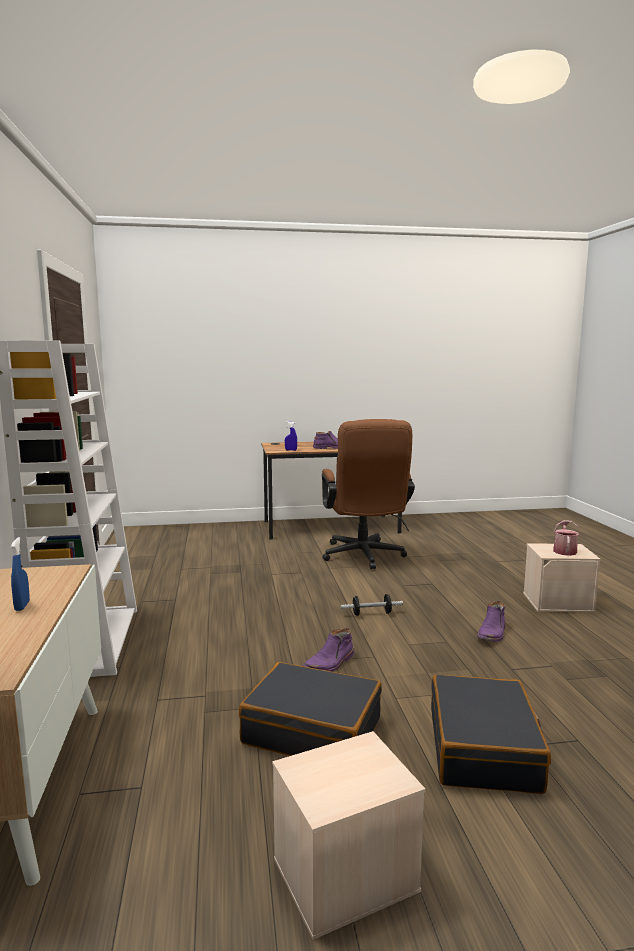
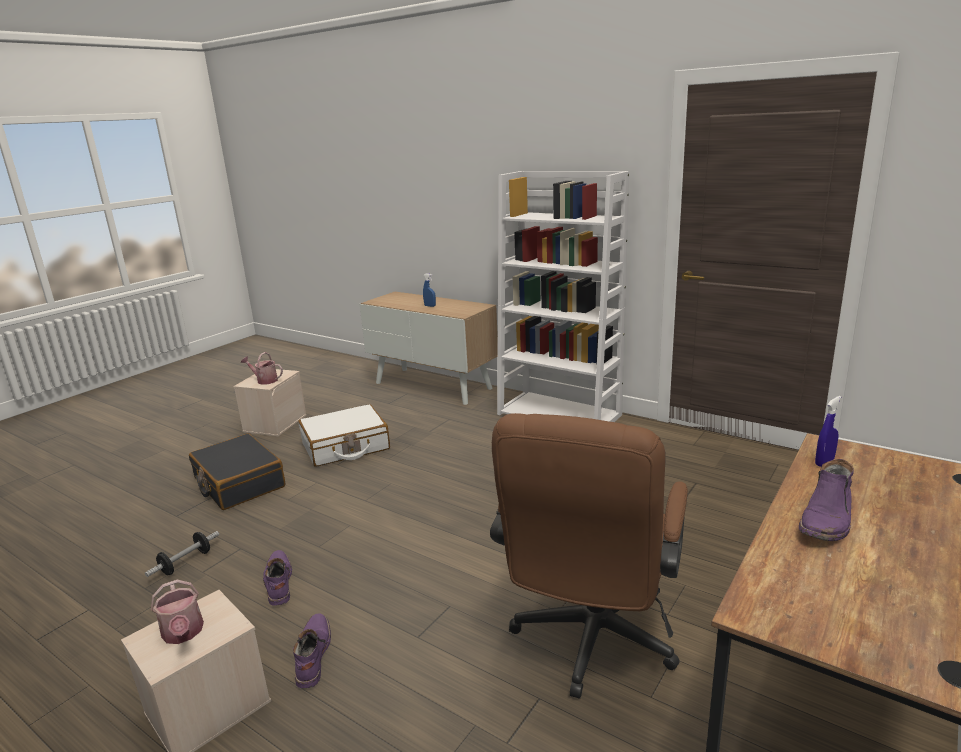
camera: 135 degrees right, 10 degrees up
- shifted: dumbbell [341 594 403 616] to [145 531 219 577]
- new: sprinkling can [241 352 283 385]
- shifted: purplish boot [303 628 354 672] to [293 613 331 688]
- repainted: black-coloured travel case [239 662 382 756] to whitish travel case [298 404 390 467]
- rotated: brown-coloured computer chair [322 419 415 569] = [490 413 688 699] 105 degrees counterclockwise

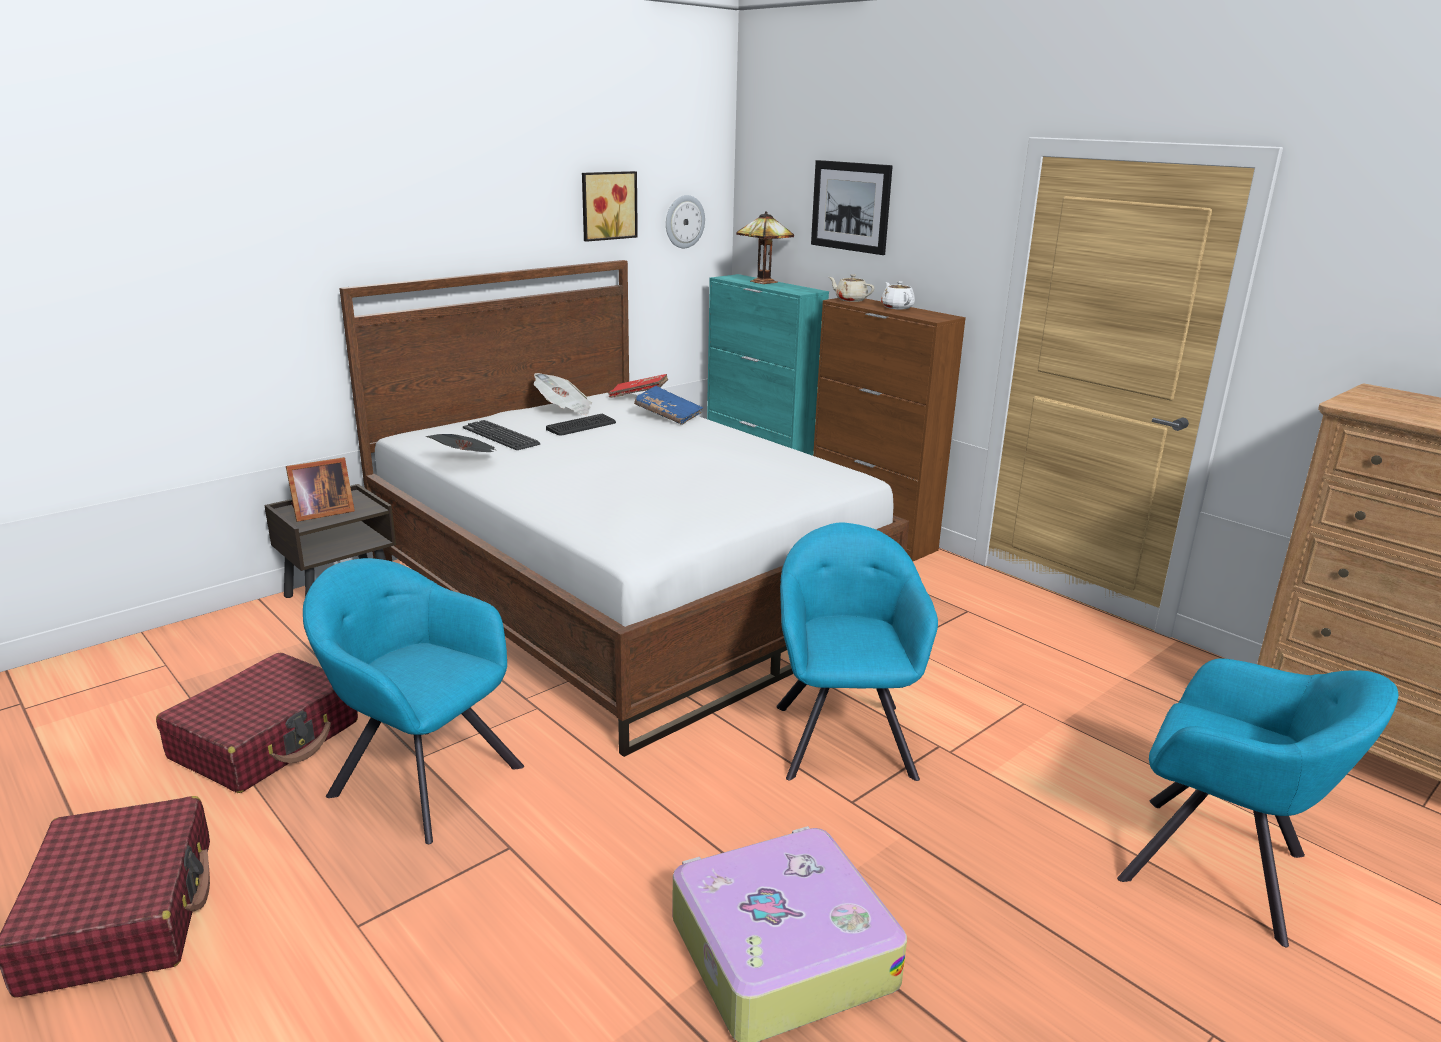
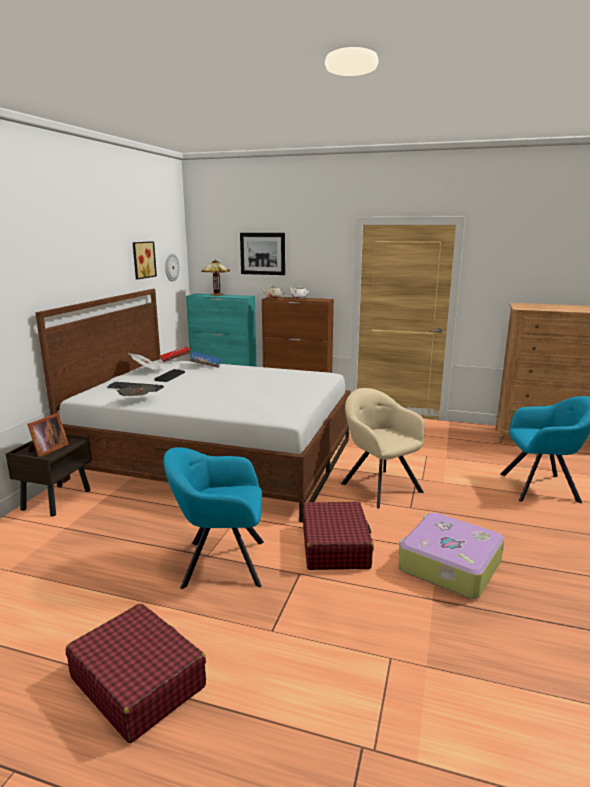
camera: 30 degrees left, 5 degrees down
- shifted: reddish travel case [156 653 358 793] to [303 501 374 570]
- repainted: turquoise lounge chair [776 523 938 781] to beige-coloured lounge chair [341 388 425 509]

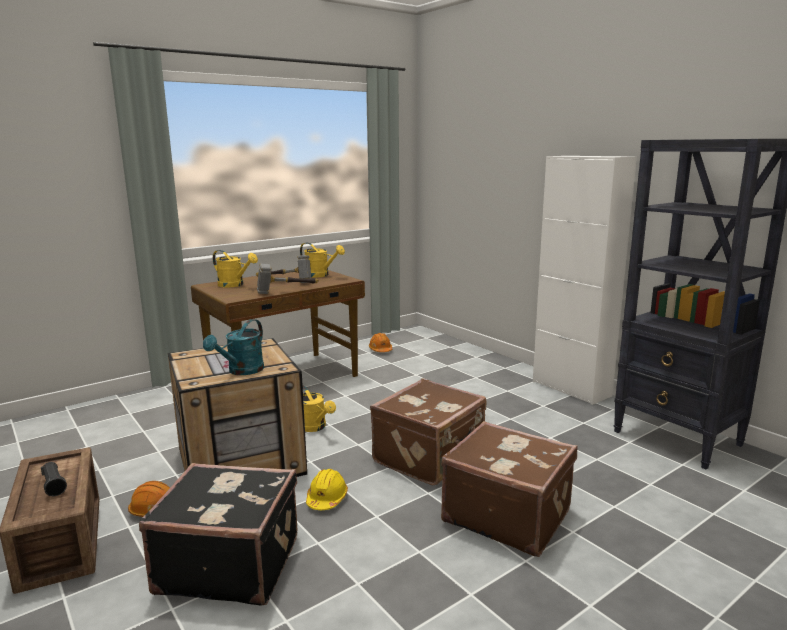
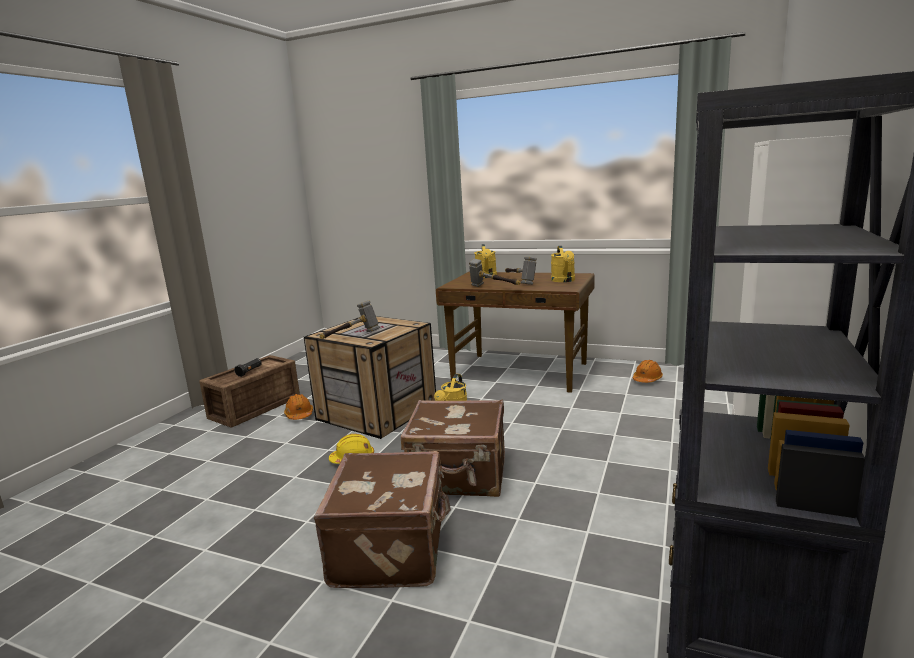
camera: 60 degrees right, 0 degrees up
- swapped: turquoise sprinkling can [203 319 264 375] to tool hammer [319 301 380 339]
- gone: black-coloured travel case [139 463 297 606]

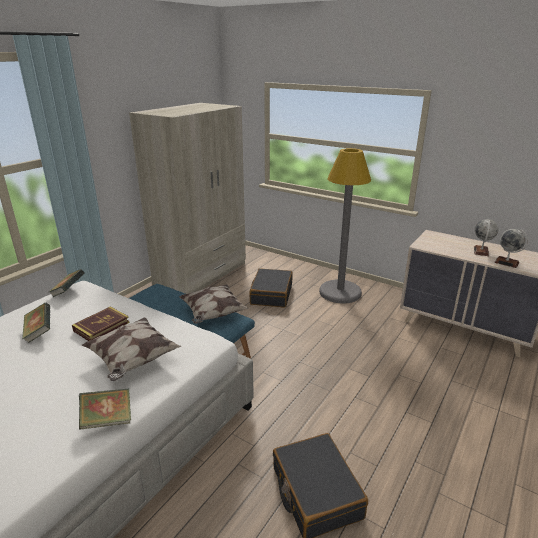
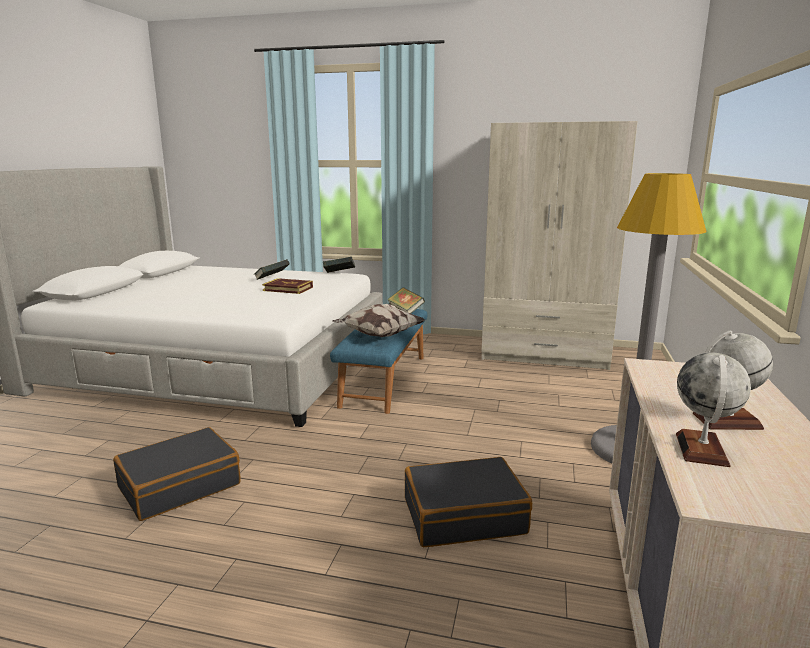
camera: 70 degrees right, 10 degrees down
- shifted: book [79 388 131 430] to [387 287 425 313]
- shifted: black-coloured travel case [249 268 293 308] to [405 457 532 547]
- gone: throw pillow [82 317 182 381]

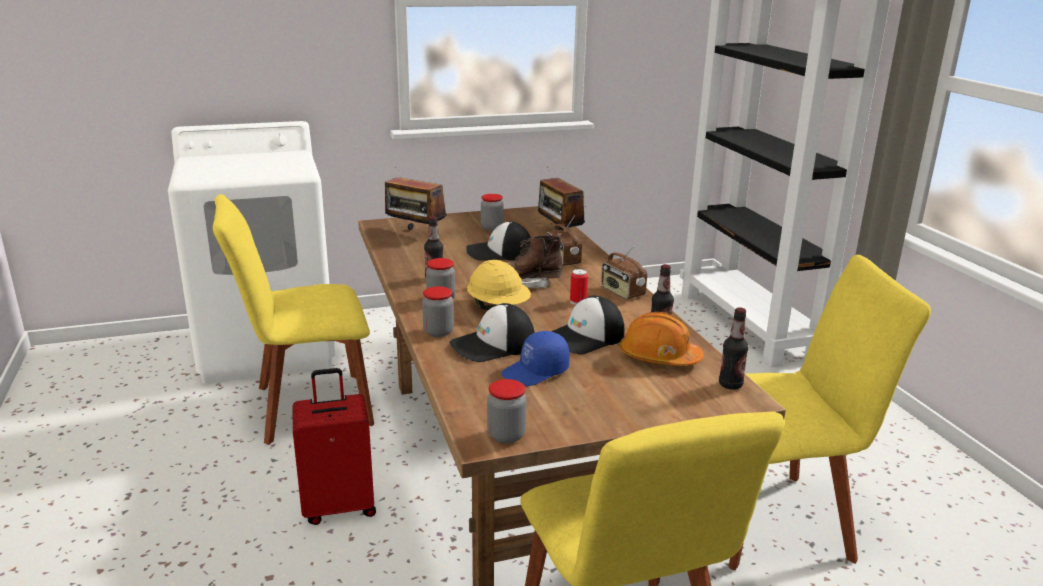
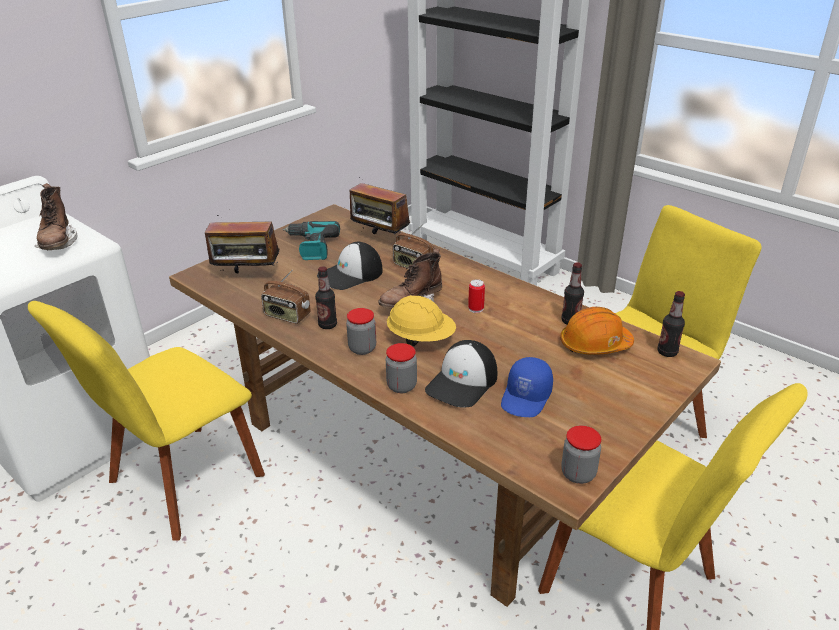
camera: 30 degrees left, 10 degrees up
- new: brown-coloured boot [35 183 78 250]
- shifted: radio set [601 243 647 299] to [261 269 311 324]
- swapped: jar [481 194 504 231] to drill [283 221 340 260]
- gone: reddish travel case [292 368 376 525]
- gone: baseball cap [551 296 624 355]

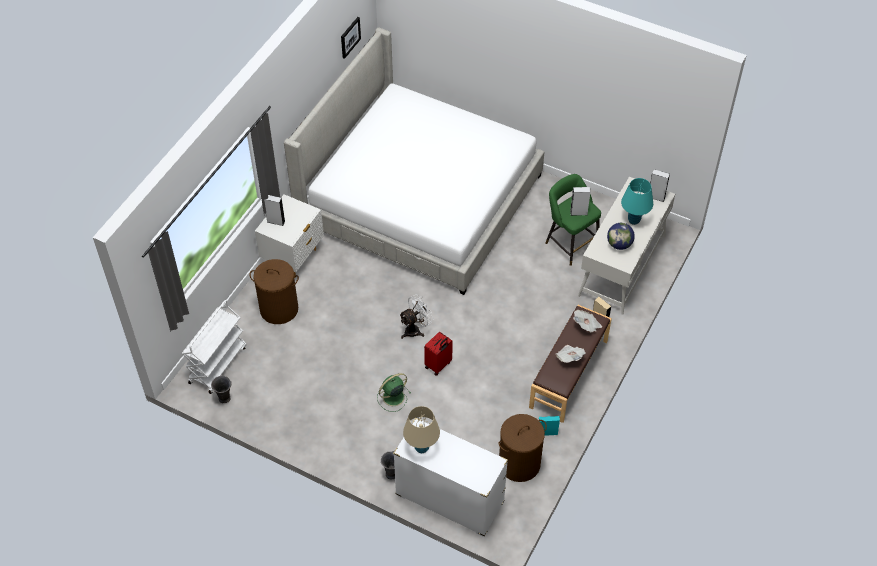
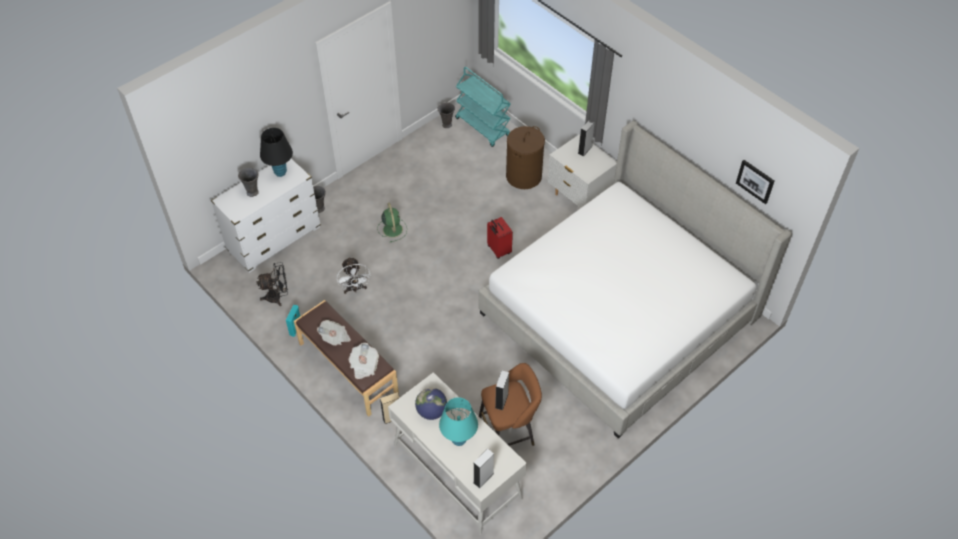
camera: 110 degrees right, 0 degrees up
- new: greyish vase [238 167 259 197]
- swapped: brown-coloured hamper [498 414 547 482] to black-coloured fan [256 262 288 306]
- repainted: beige-coloured tabletop lamp [403 406 440 453] to black-coloured tabletop lamp [260 128 293 177]
- shifted: whitish fan [399 294 434 339] to [337 257 371 294]
- repainted: whitish cart [182 300 246 394] to turquoise cart [455 67 511 147]
- repainted: green stool [545 174 601 266] to brown-coloured stool [479 363 542 446]
- shifted: reddish travel case [424 332 453 376] to [487 217 513 259]

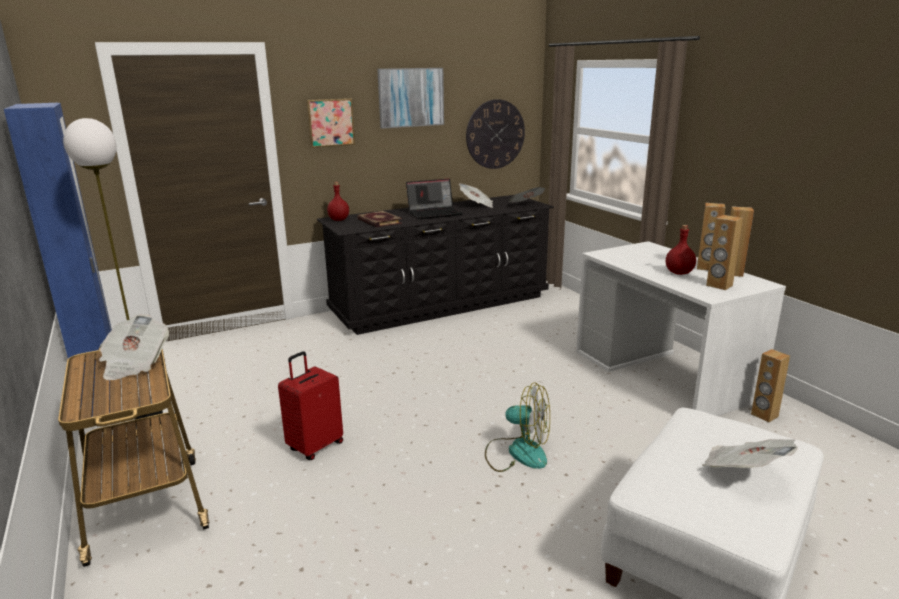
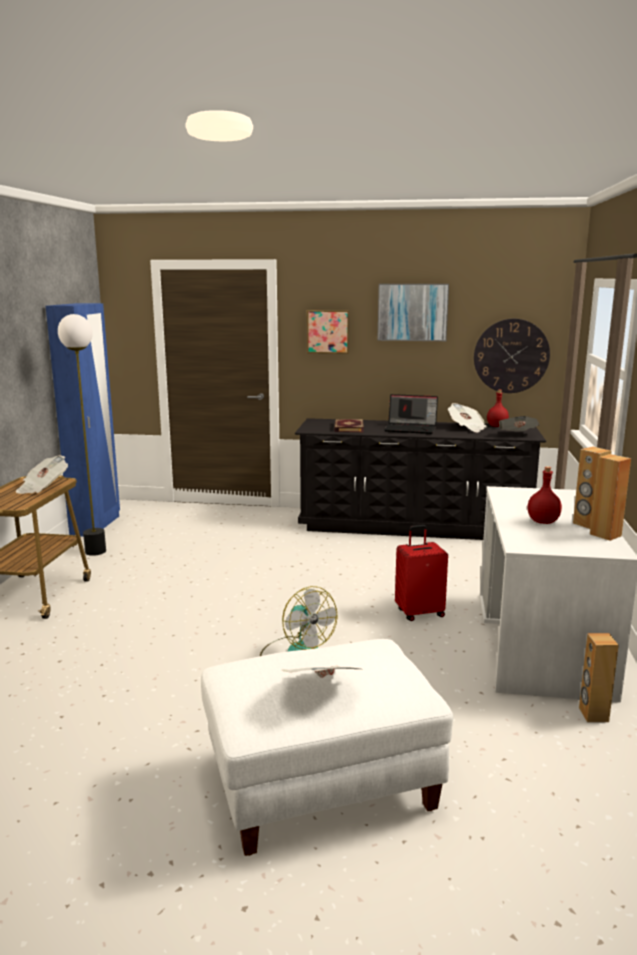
camera: 35 degrees right, 5 degrees down
- shifted: reddish travel case [278 351 343 460] to [395 525 448 621]
- shifted: reddish bottle [327 182 349 221] to [487 390 509 427]
- gone: brown-coloured audio speaker [706 215 743 290]

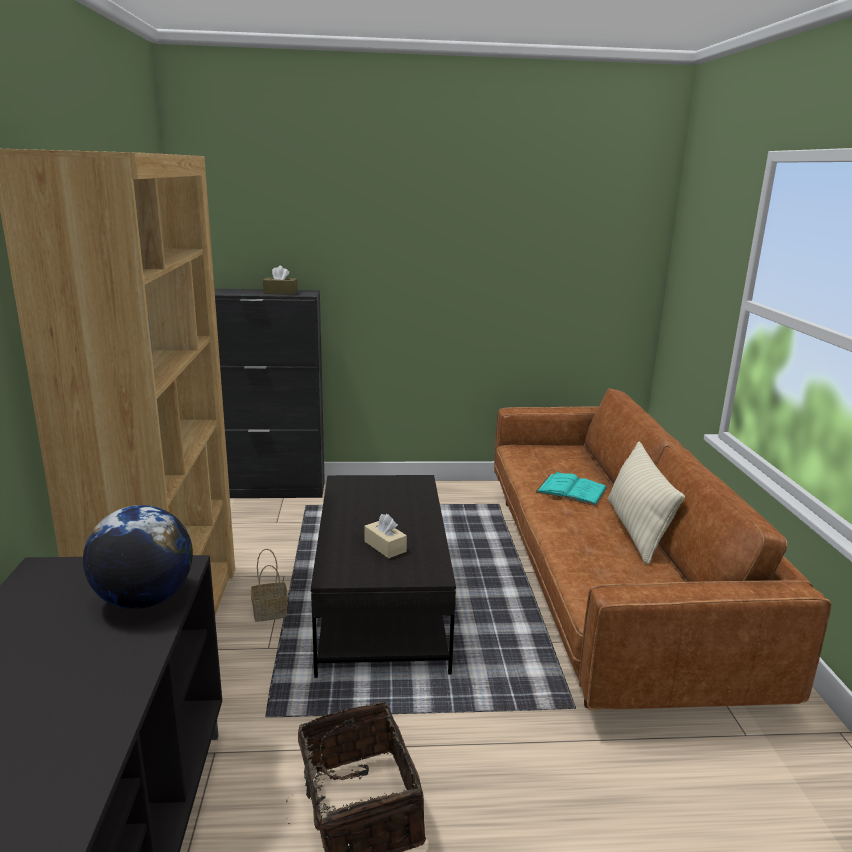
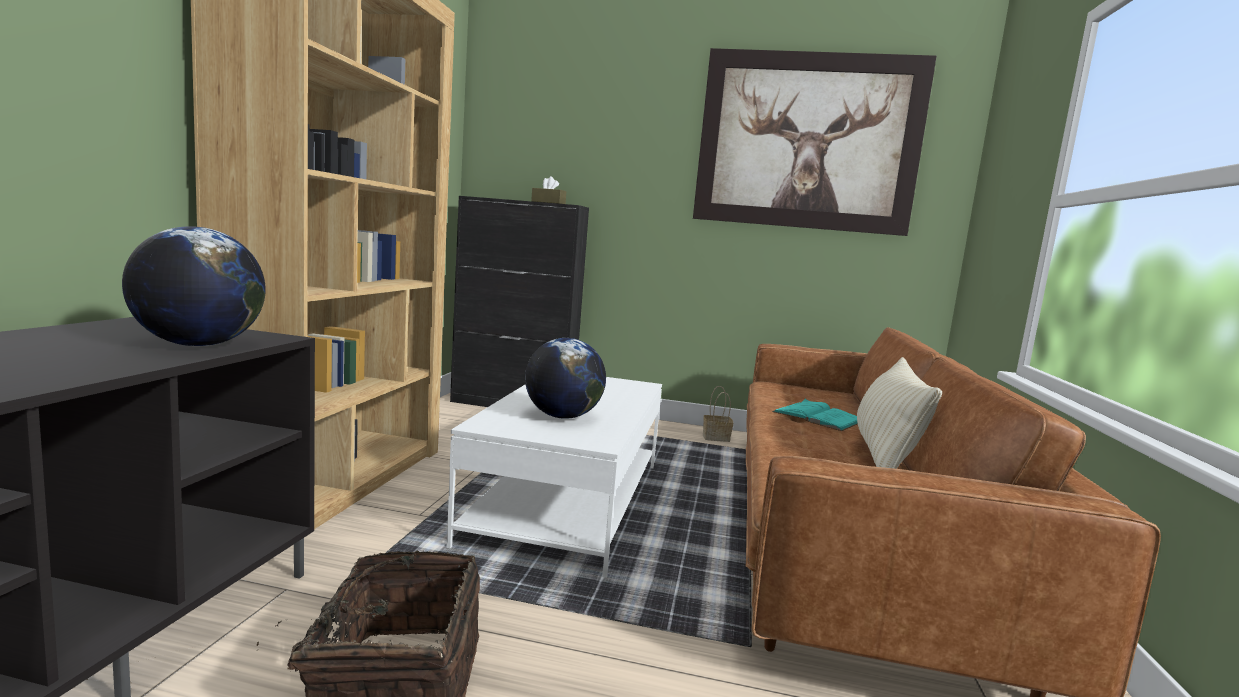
camera: 15 degrees right, 10 degrees down
- repainted: black-coloured coffee table [311 475 456 678] to whitish coffee table [446 377 662 578]
- swapped: beige-coloured tissue holder [364 514 407 558] to world globe [525 338 606 419]
- new: picture [693 48 937 236]
- shifted: storage basket [251 548 288 622] to [703 386 733 442]

